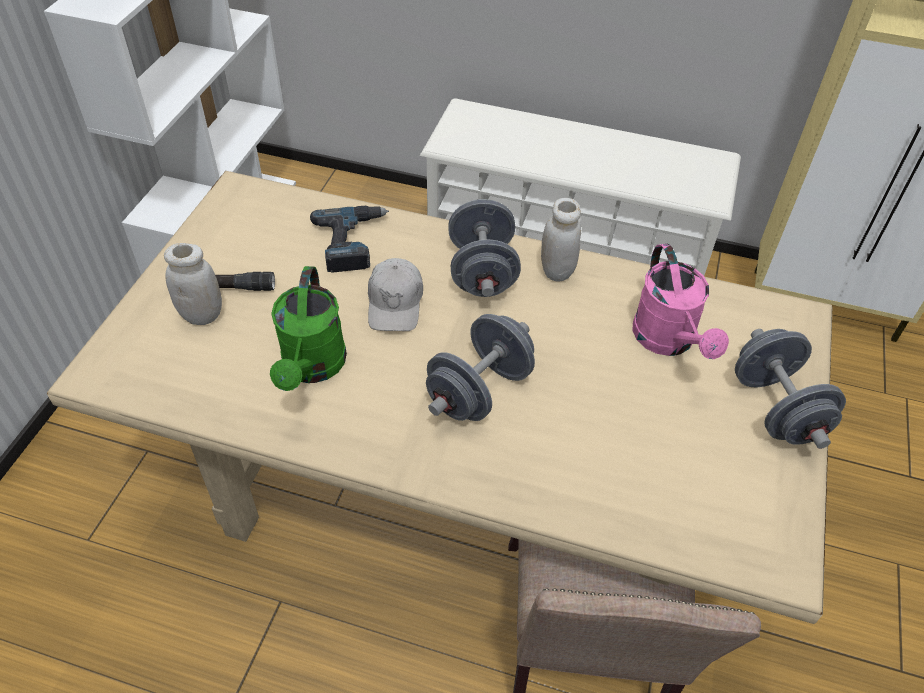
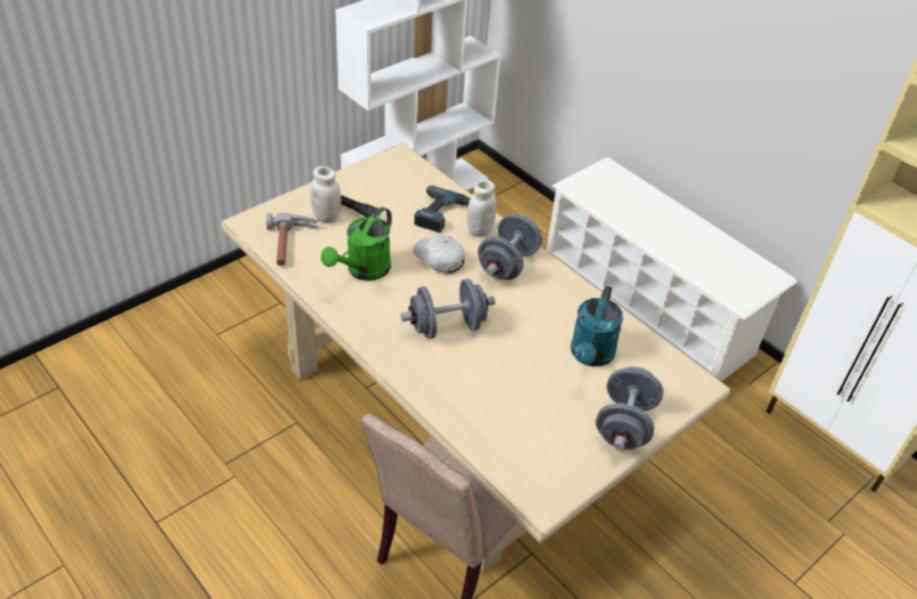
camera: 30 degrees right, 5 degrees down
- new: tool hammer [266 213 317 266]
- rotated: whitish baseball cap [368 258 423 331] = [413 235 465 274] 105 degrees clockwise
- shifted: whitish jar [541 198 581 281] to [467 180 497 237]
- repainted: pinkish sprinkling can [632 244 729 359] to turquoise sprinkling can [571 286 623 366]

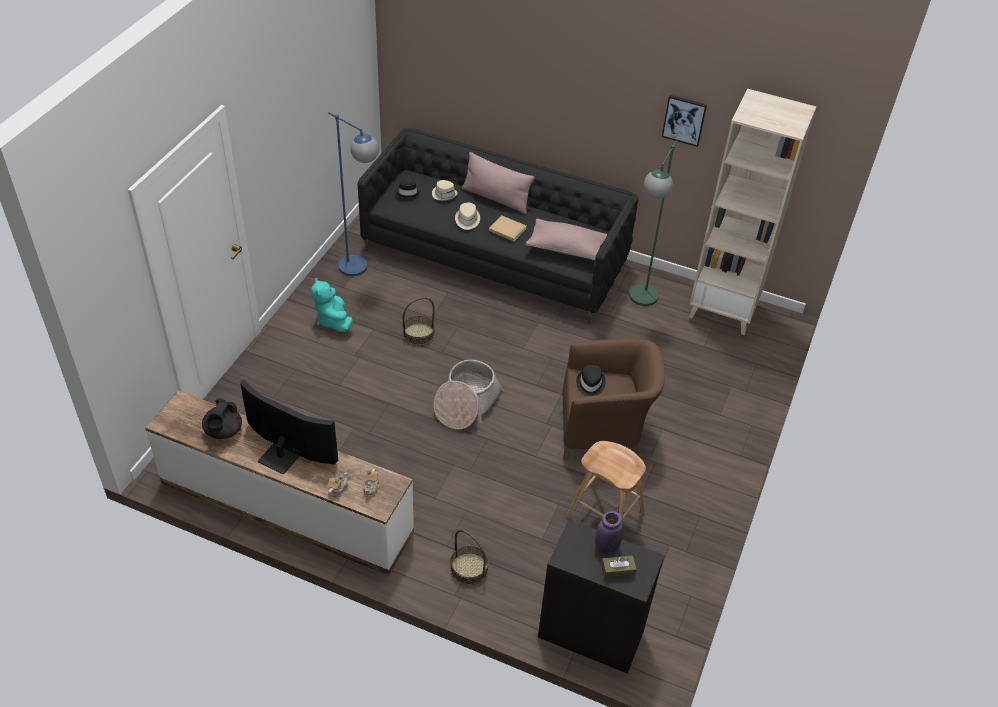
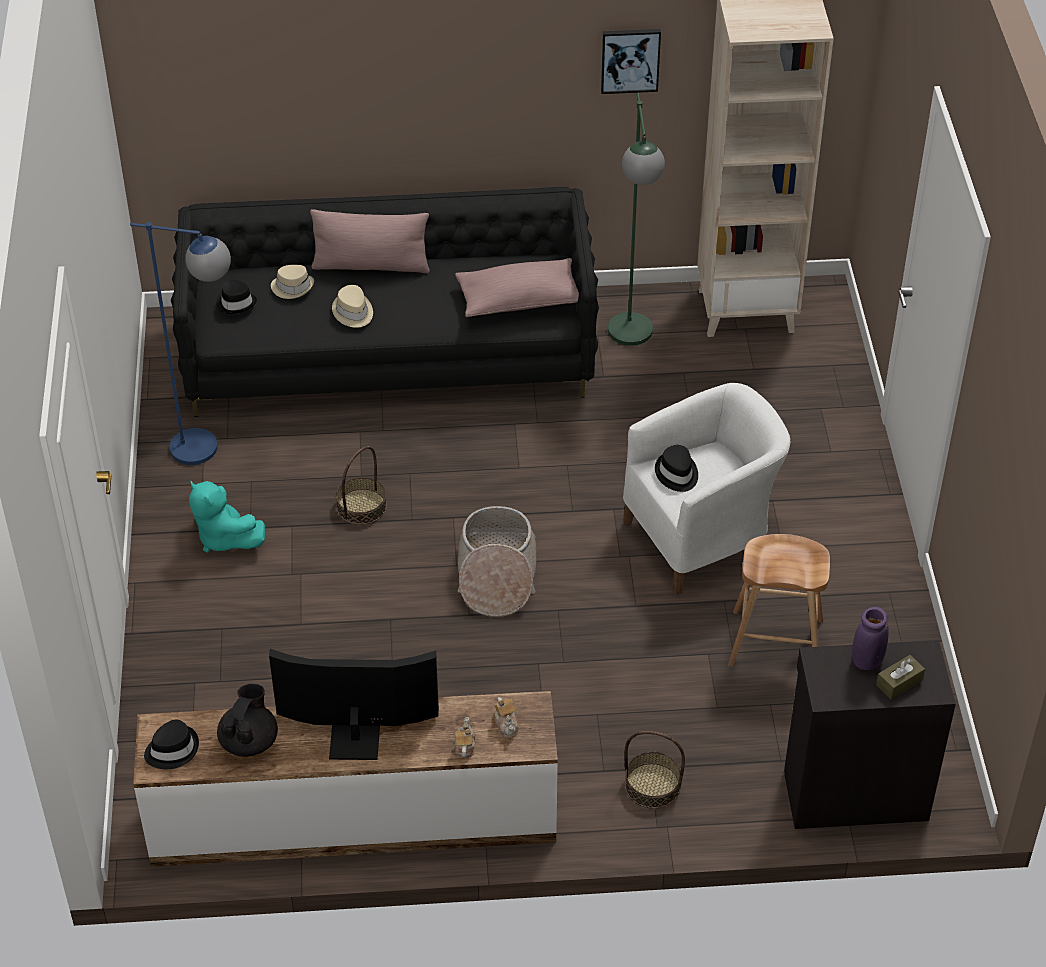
camera: 25 degrees left, 0 degrees up
- new: black-coloured wearable hat [144 720 199 769]
- rotated: black-coloured tea pot [202 398 242 439] = [217 684 278 757] 150 degrees counterclockwise
- repainted: brown-coloured lounge chair [562 339 665 460] to whitish lounge chair [623 383 790 595]
- gone: beige-coloured book [489 215 527 241]

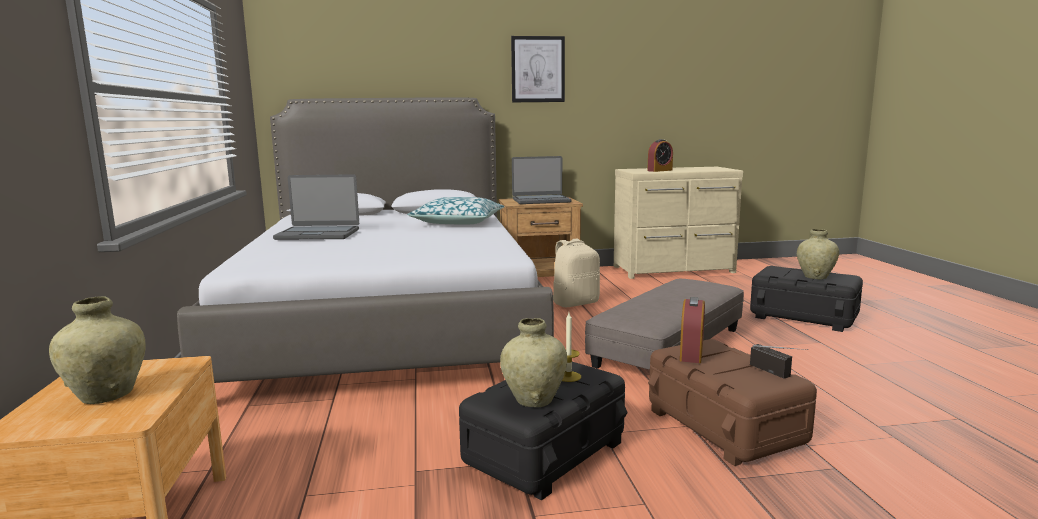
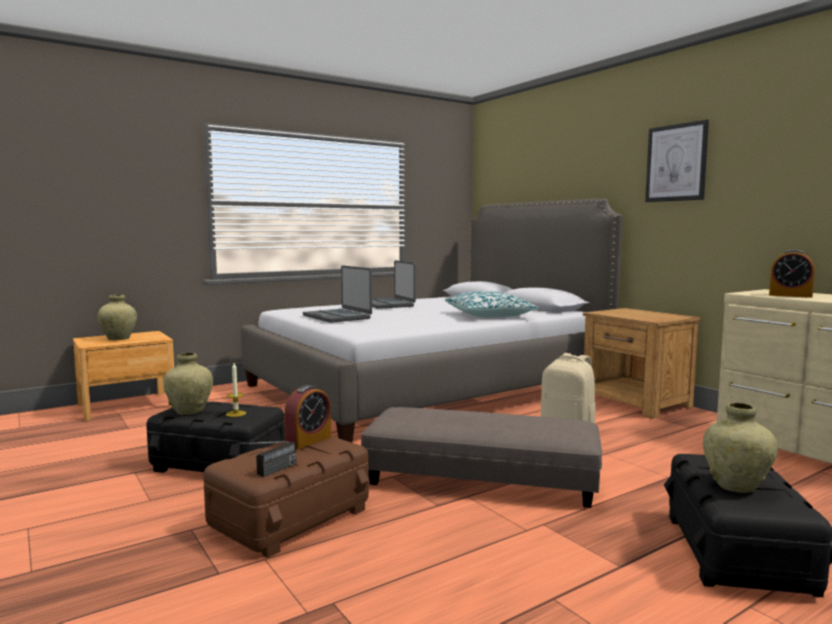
camera: 65 degrees right, 5 degrees down
- rotated: bedside clock [680 297 705 363] = [284 385 331 449] 45 degrees counterclockwise
- shifted: portable computer [512 156 572 204] to [303 265 372 323]

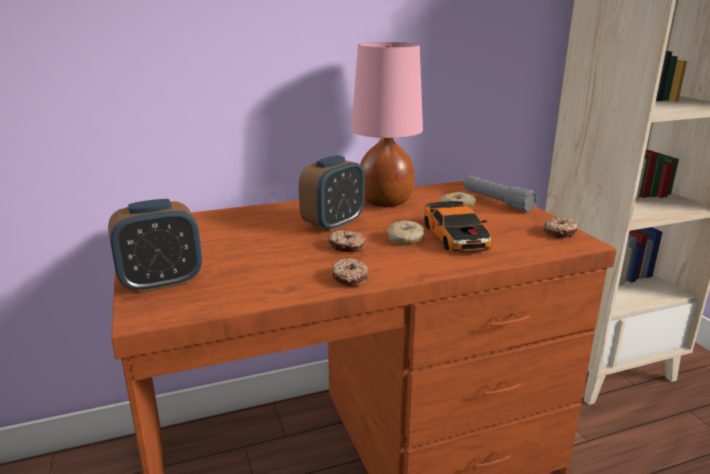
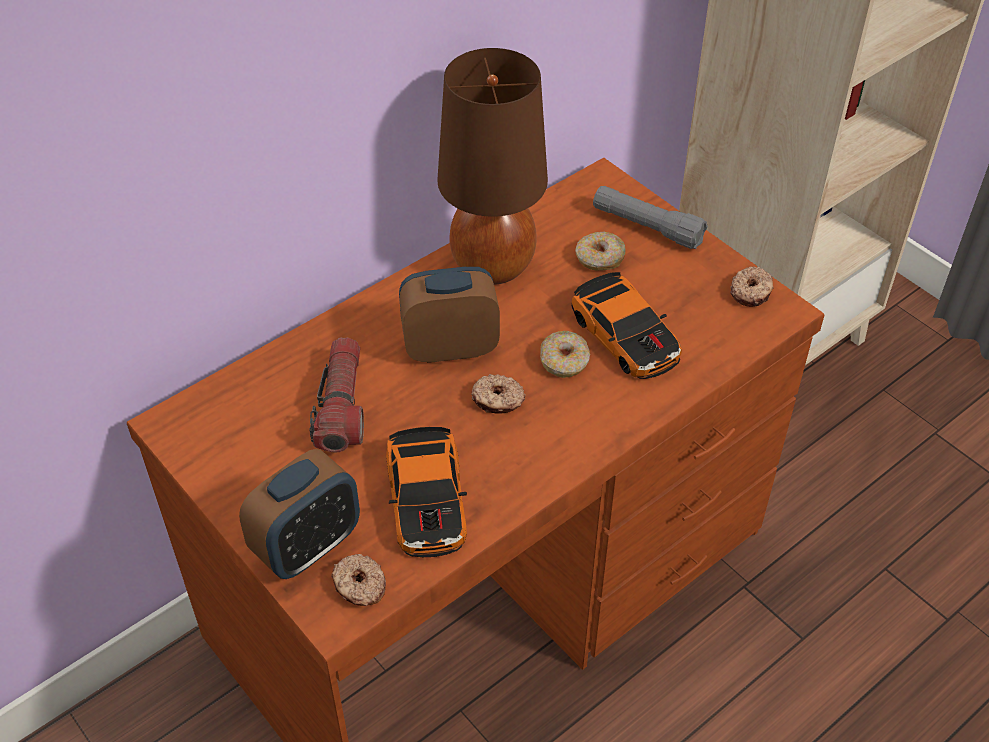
camera: 20 degrees left, 25 degrees up
- new: hand torch [309 338 364 453]
- shifted: ring doughnut [332 258 369 287] to [331 554 386 606]
- new: model car [386 427 467 557]
- rotated: bedside clock [299 155 365 232] = [399 267 500 363] 120 degrees counterclockwise
- repainted: pinkish tabletop lamp [351 42 423 207] to brown-coloured tabletop lamp [437 48 548 285]

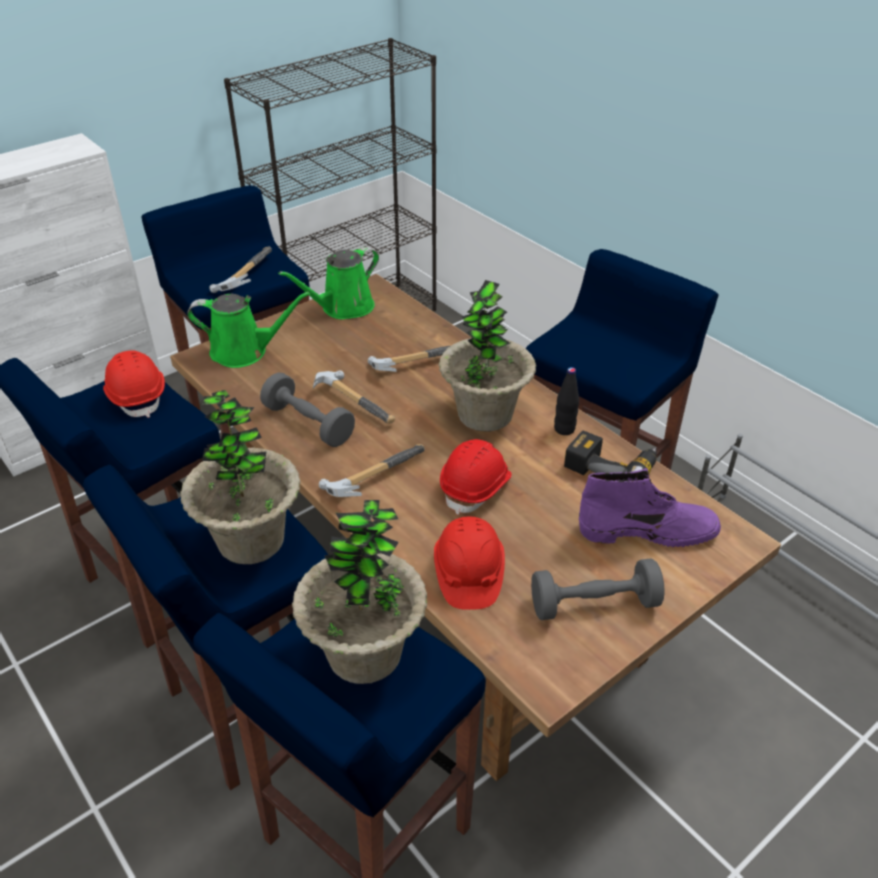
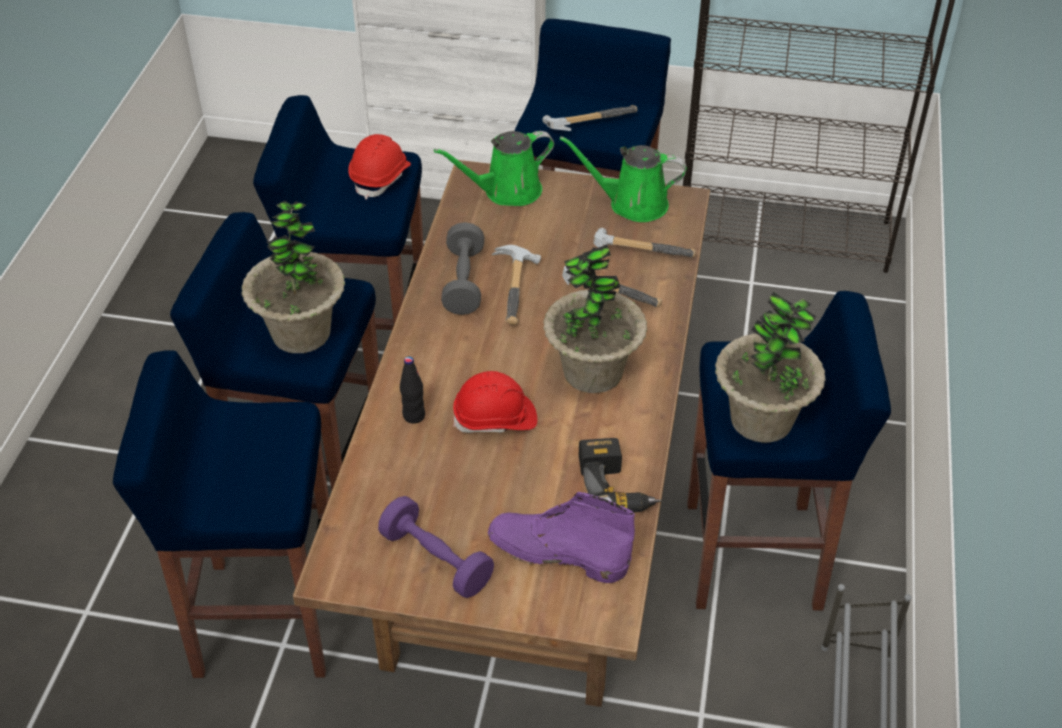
camera: 50 degrees right, 5 degrees up
- repainted: greyish dumbbell [531 558 665 620] to purplish dumbbell [378 496 494 598]
- shifted: black-coloured bottle [554 367 579 435] to [400 356 425 424]
- rotated: green sprinkling can [187 292 310 368] = [434 131 554 206] 105 degrees clockwise
- rotated: purplish boot [579 468 721 547] = [488 492 635 583] 150 degrees clockwise
- shifted: tool hammer [319 444 425 497] to [593 228 696 257]
- shifted: plant in a pot [292 500 427 684] to [715 292 825 443]
- gone: reddish hard hat [434 516 505 610]

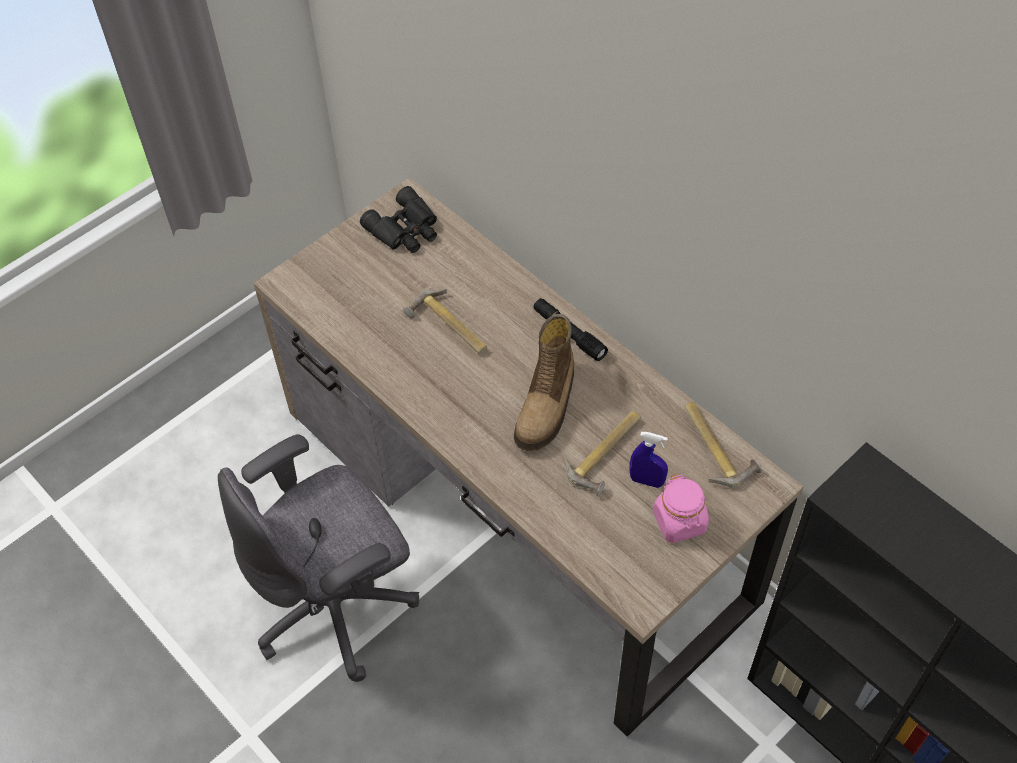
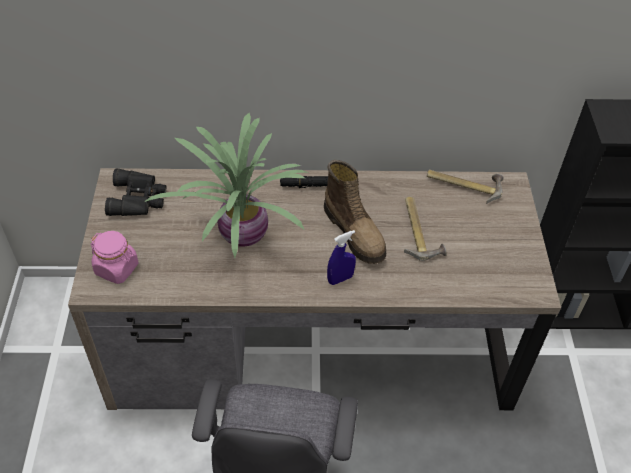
camera: 50 degrees left, 5 degrees down
- shifted: pinkish jar [653 475 709 543] to [90 231 138 284]
- swapped: tool hammer [403 289 487 354] to plant in a pot [144 113 308 258]
- shifted: blue spray bottle [629 432 668 488] to [327 230 356 285]

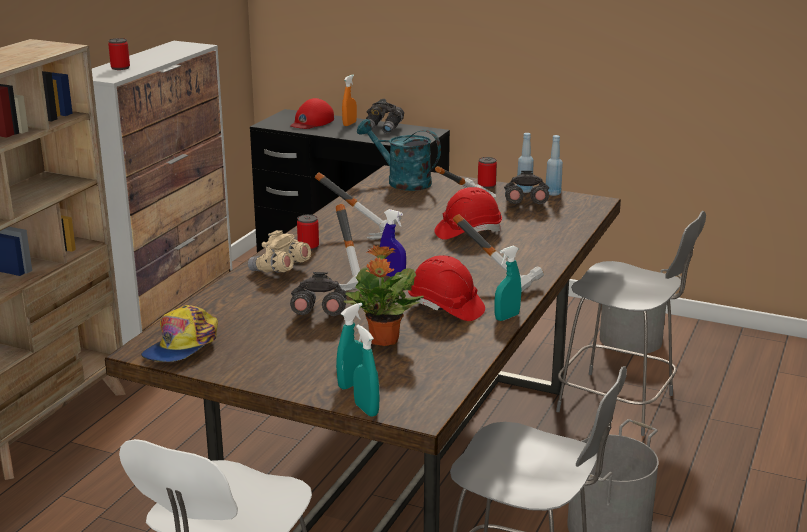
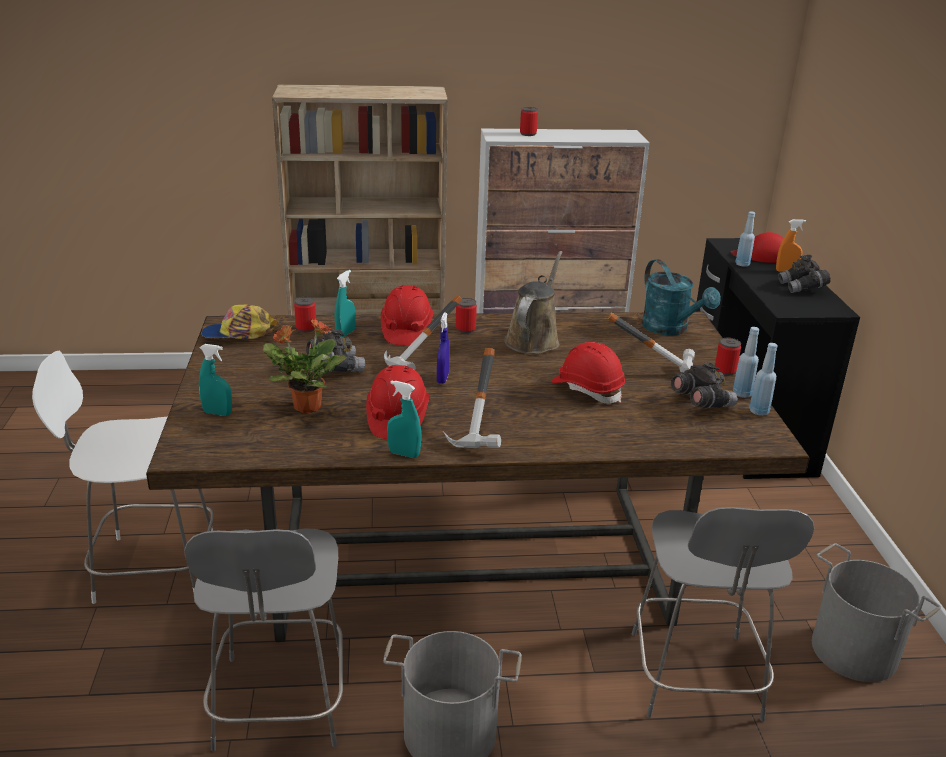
camera: 60 degrees right, 5 degrees up
- new: can [294 297 316 333]
- shifted: turquoise spray bottle [353 324 380 417] to [335 270 356 337]
- swapped: beige-coloured field glasses [248 230 311 273] to reddish hard hat [381 285 433 346]
- swapped: tool hammer [315 172 401 240] to brown-coloured sprinkling can [504 251 563 354]
- rotated: turquoise sprinkling can [357 119 441 191] = [641 259 721 335] 150 degrees clockwise
- new: blue bottle [736 211 755 267]

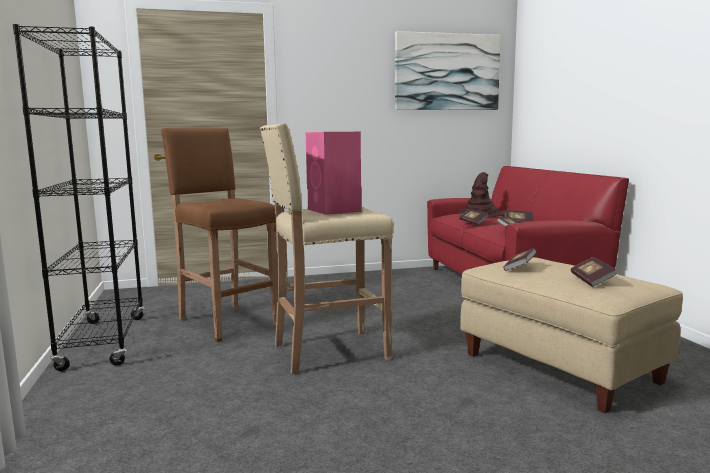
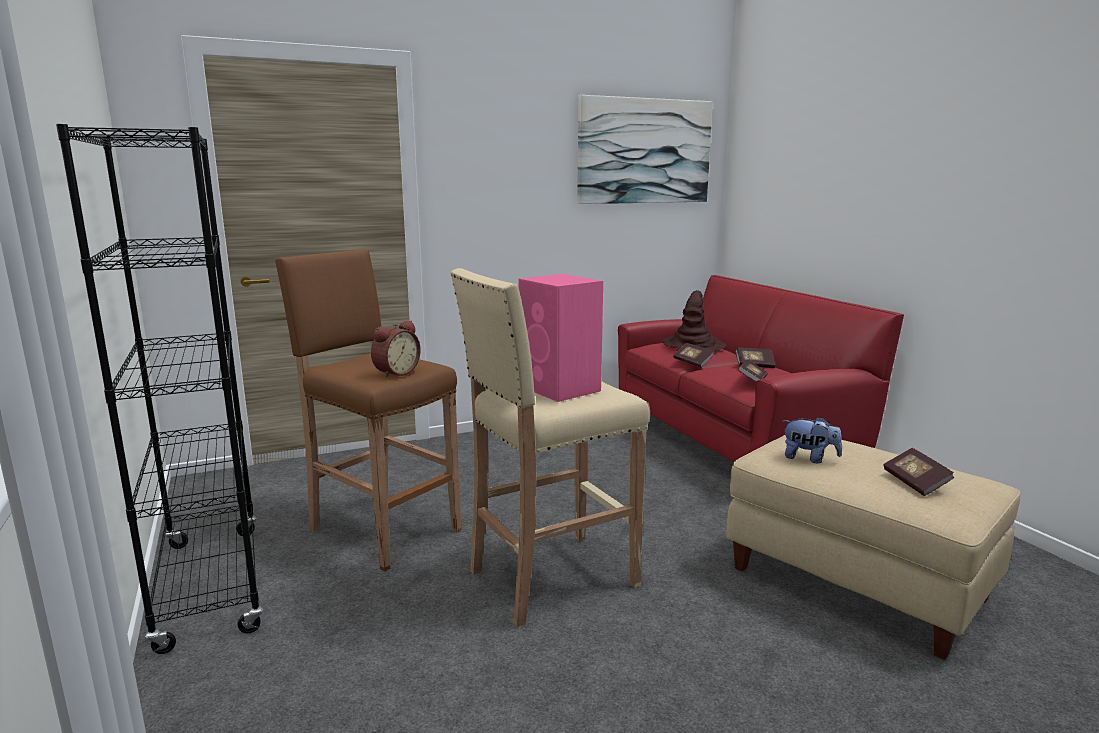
camera: 10 degrees left, 5 degrees up
- new: bedside clock [371 320 421 378]
- swapped: book [503 248 537 271] to soft toy [783 416 842 463]

